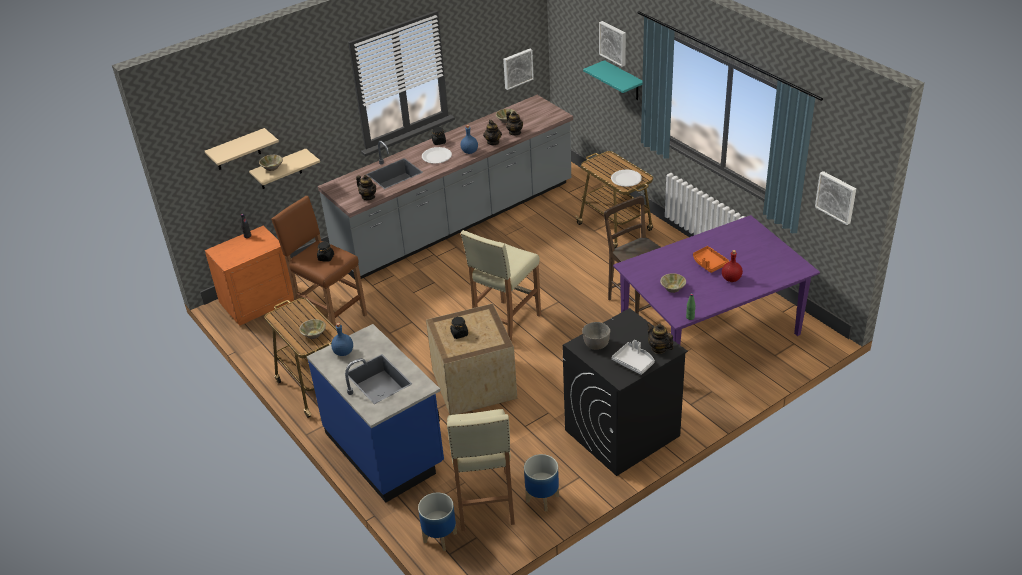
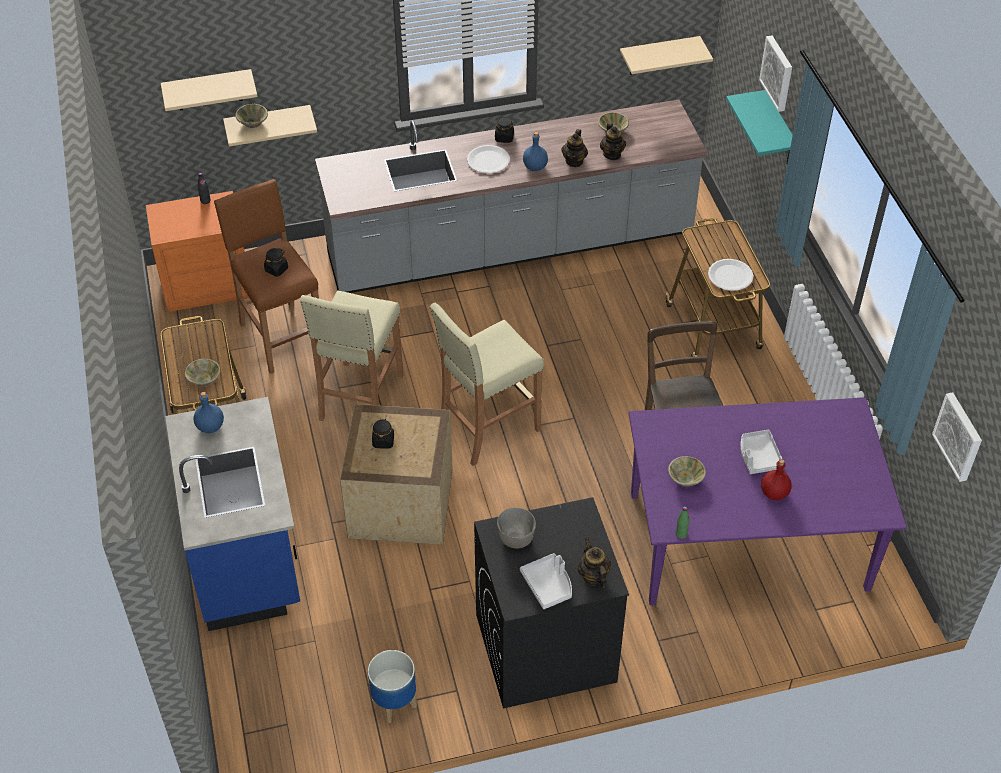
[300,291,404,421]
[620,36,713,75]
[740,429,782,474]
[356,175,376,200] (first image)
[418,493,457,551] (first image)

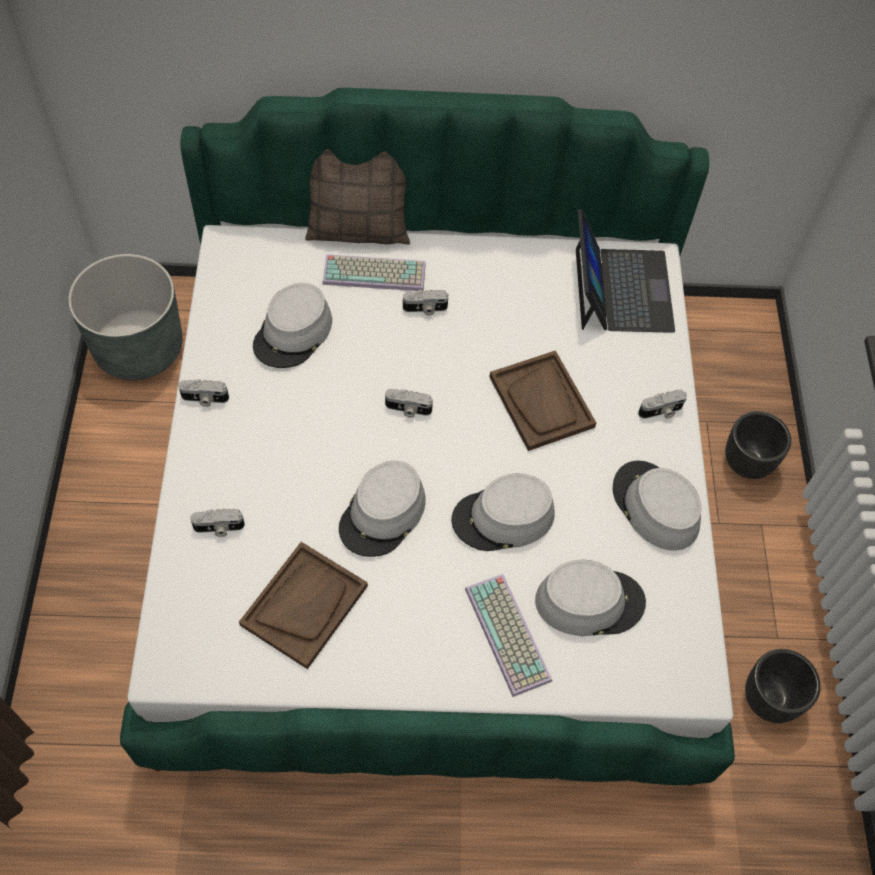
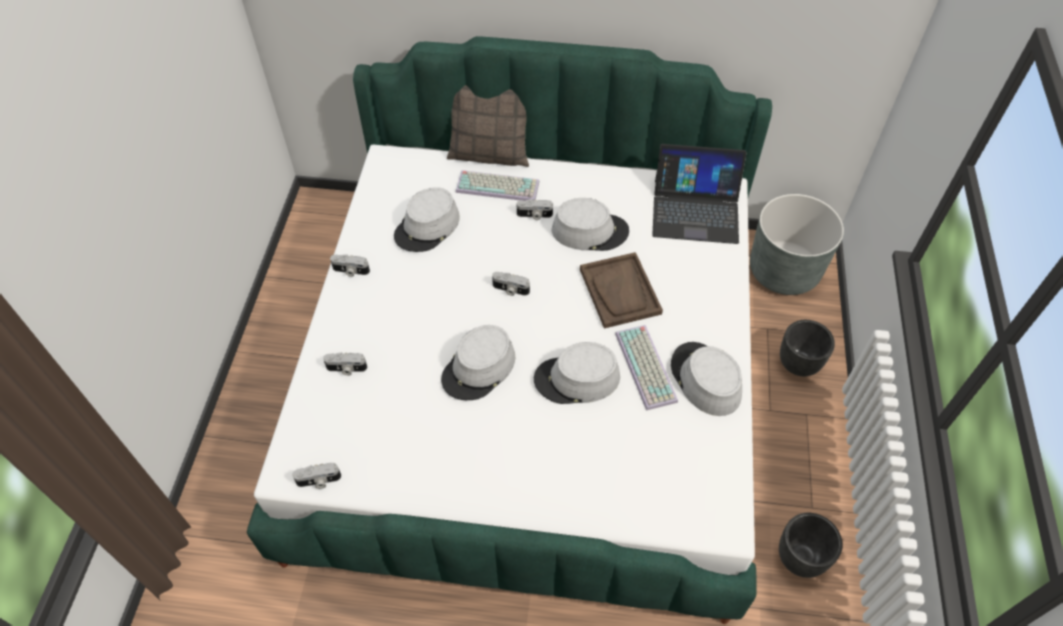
[292,463,341,489]
[552,198,629,251]
[615,325,678,411]
[652,144,746,244]
[750,194,844,295]
[239,542,368,669] (first image)

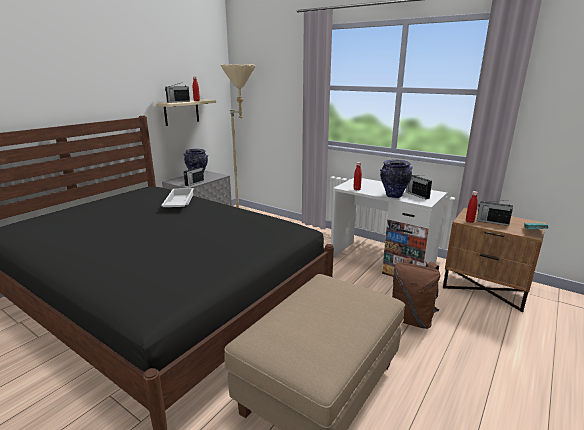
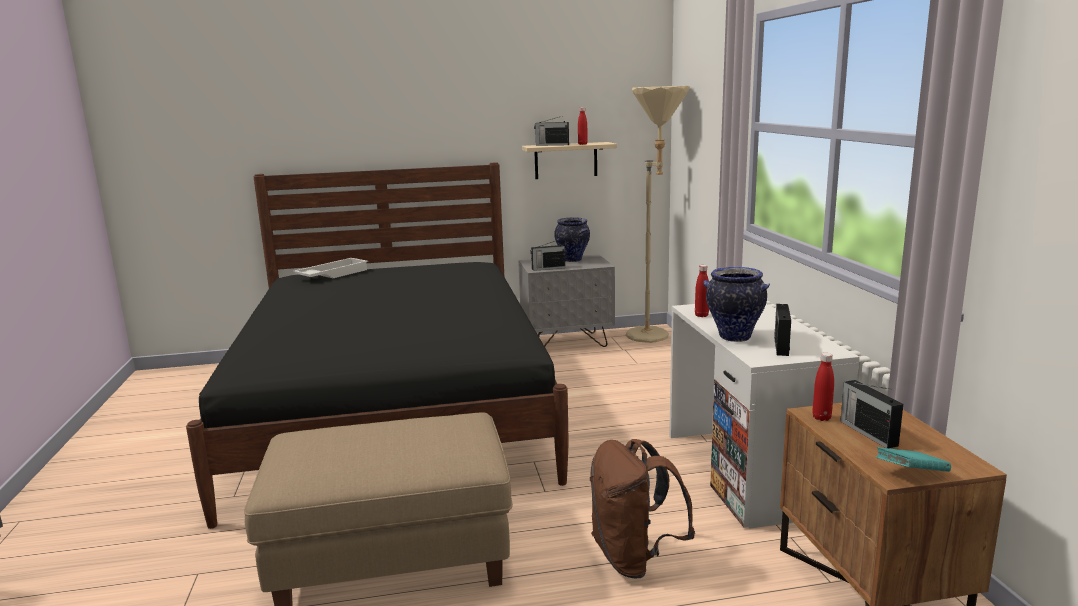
[293,258,368,278]

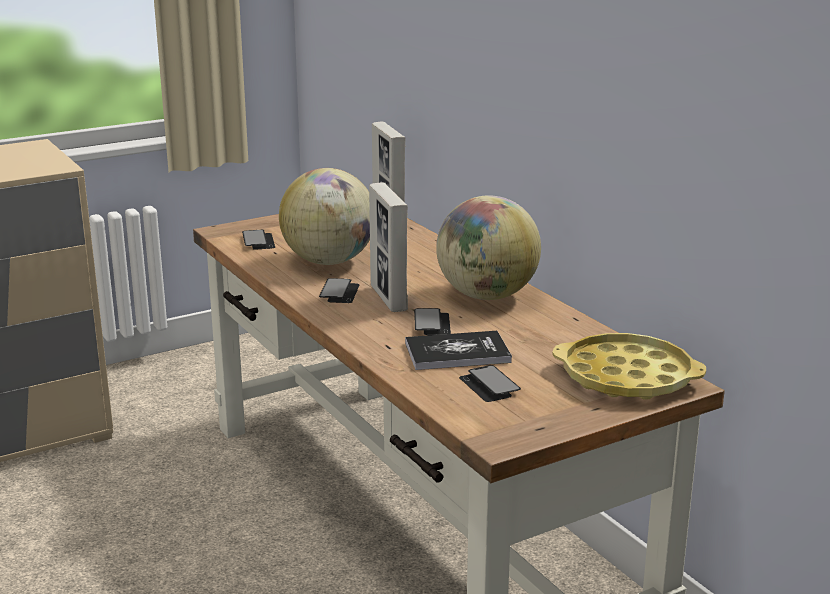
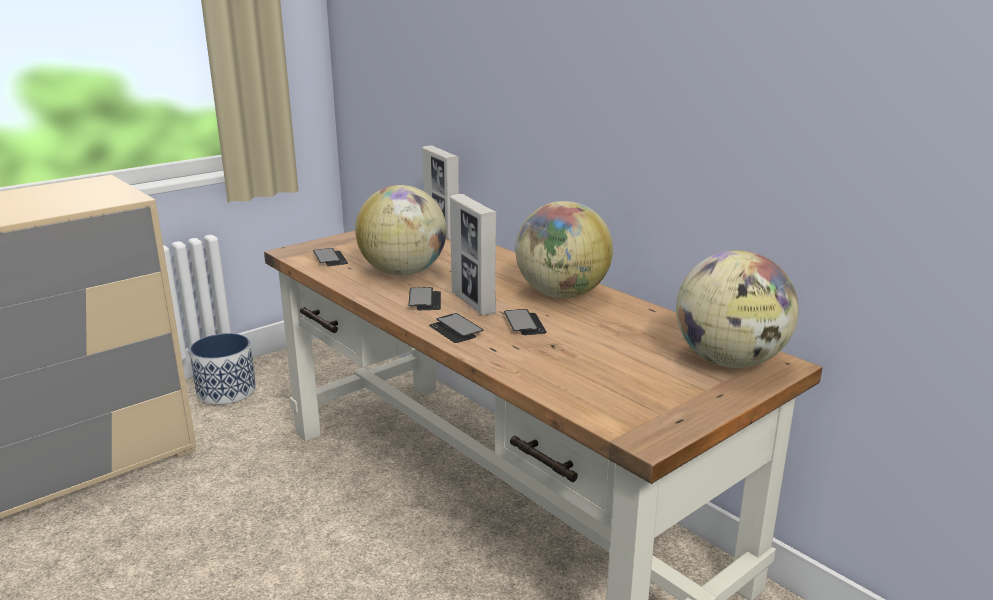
[189,333,256,405]
[429,313,483,343]
[676,250,799,368]
[405,331,512,370] (first image)

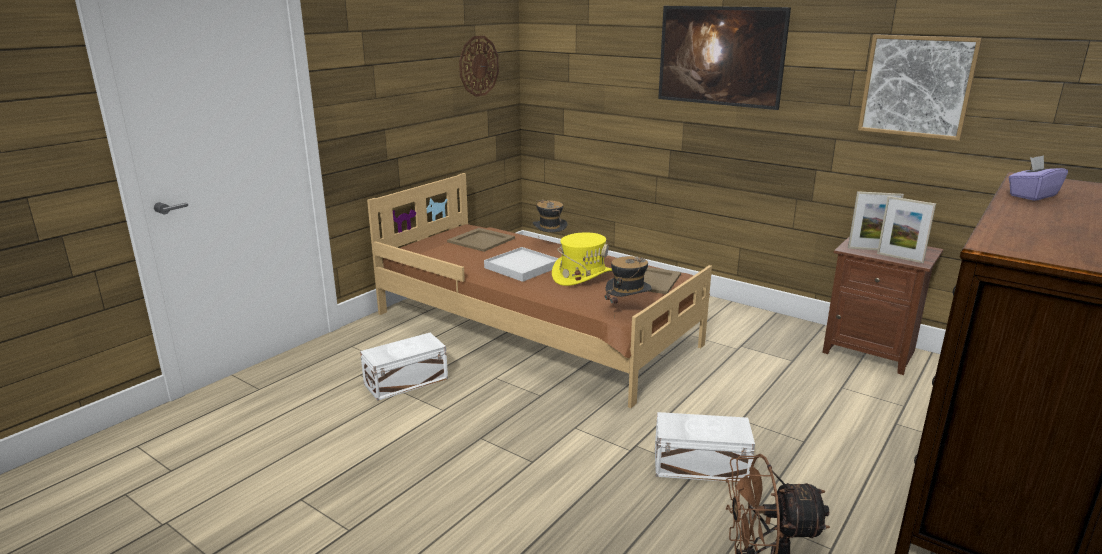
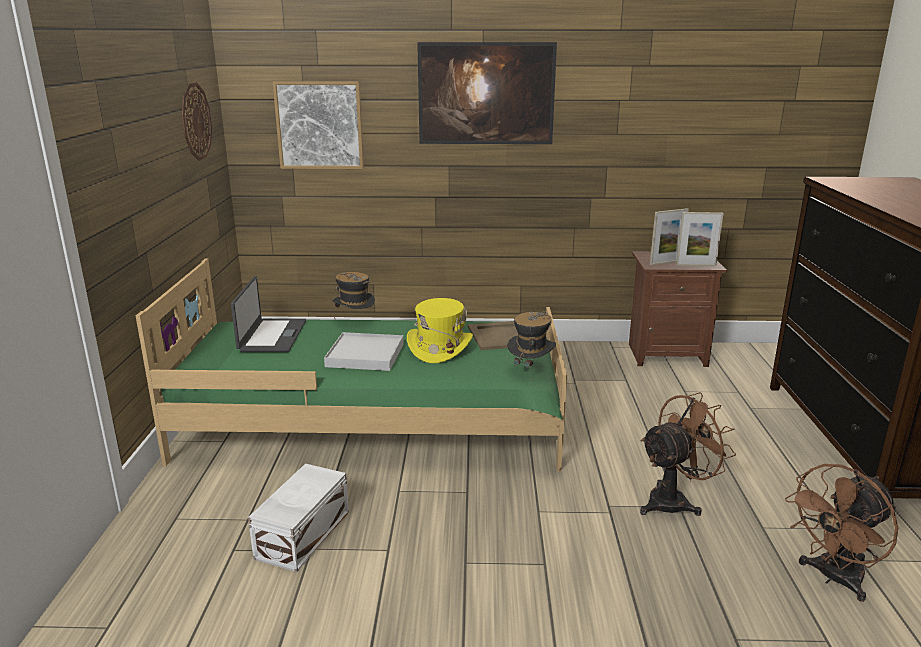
[136,259,567,472]
[231,276,306,352]
[273,81,364,169]
[640,392,736,516]
[1008,155,1068,201] (first image)

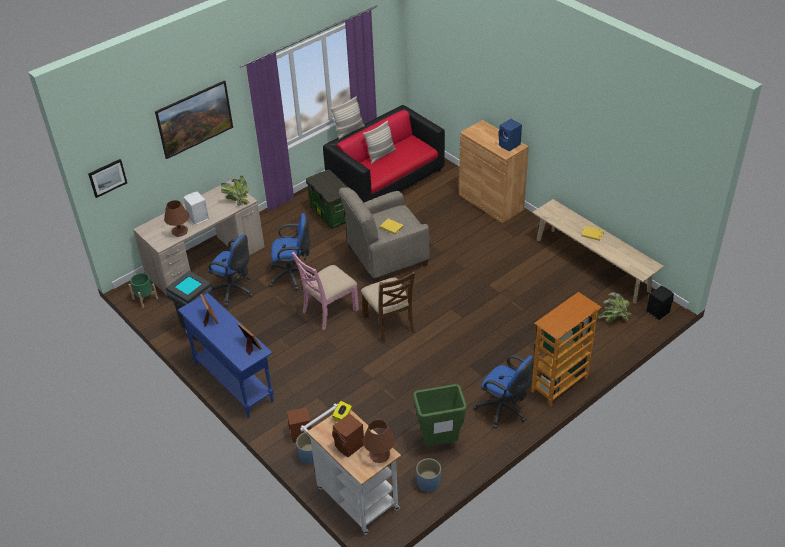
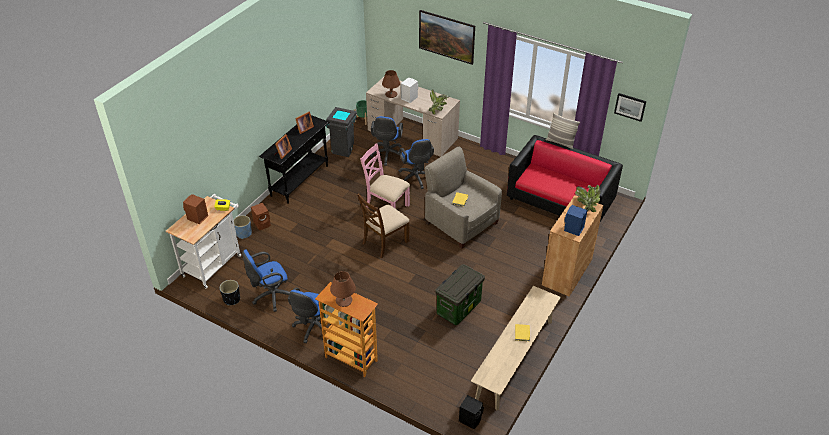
[220,280,240,305]
[242,250,290,312]
[259,115,329,204]
[330,271,356,307]
[435,264,485,325]
[575,185,600,212]
[614,93,646,122]
[363,120,396,164] (first image)

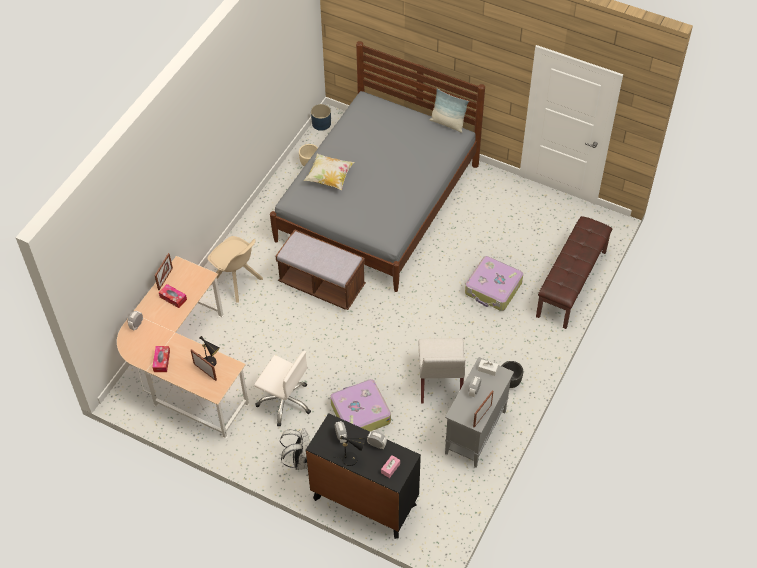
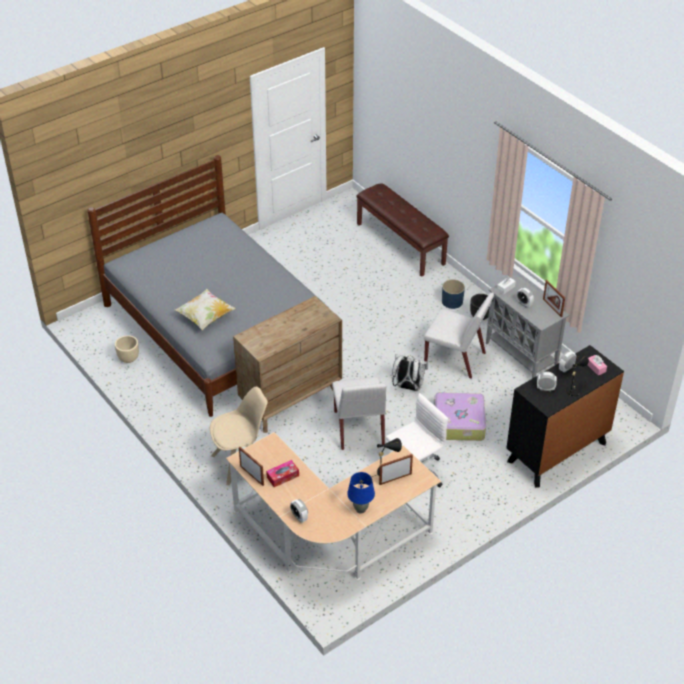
[233,296,342,433]
[332,377,386,450]
[347,472,375,514]
[392,354,428,391]
[442,279,465,309]
[430,88,469,133] (first image)
[465,256,523,311] (first image)

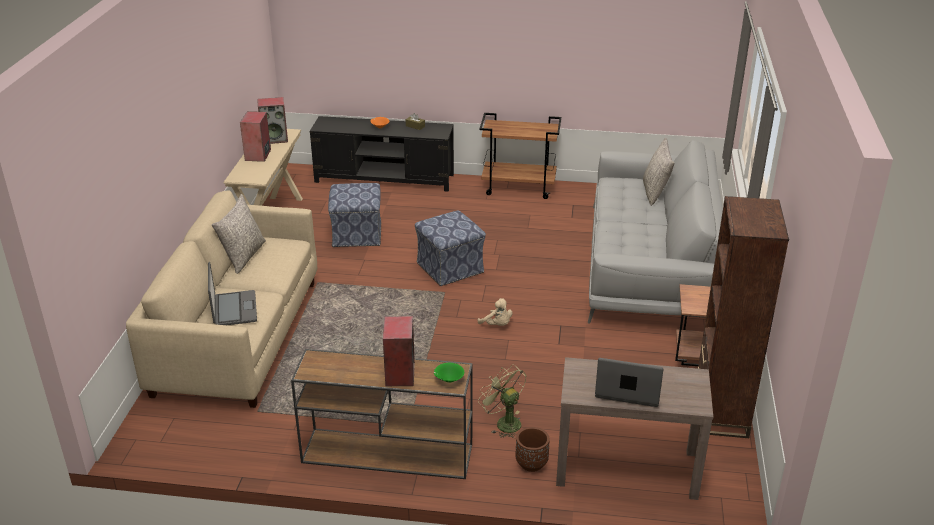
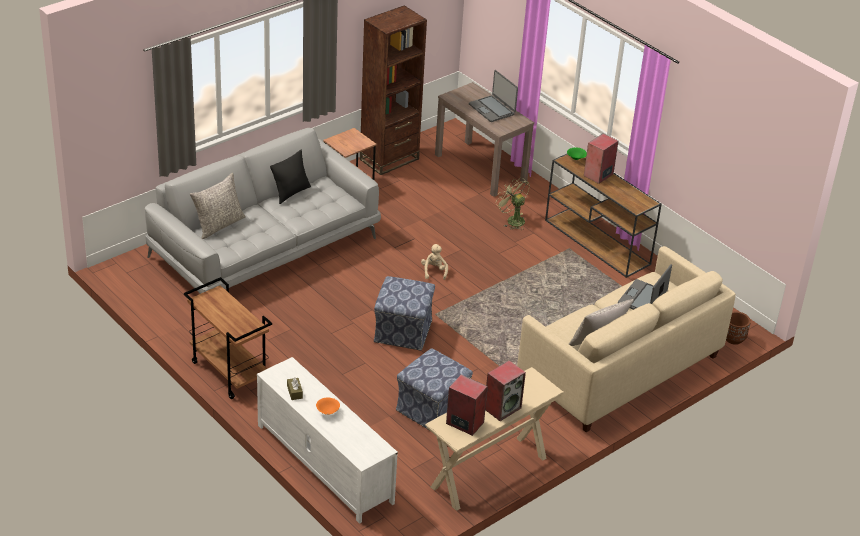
[257,357,398,524]
[270,149,311,204]
[495,177,530,230]
[726,311,751,345]

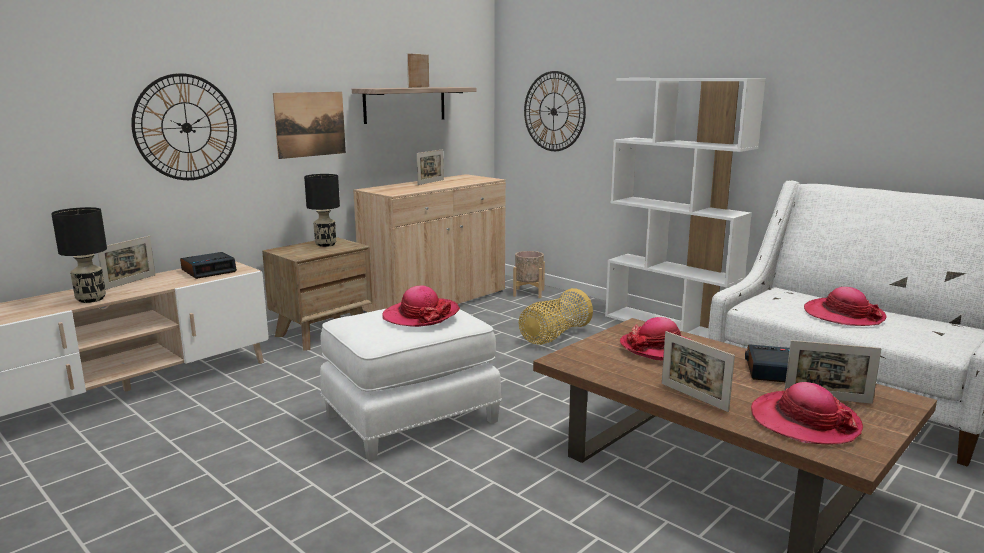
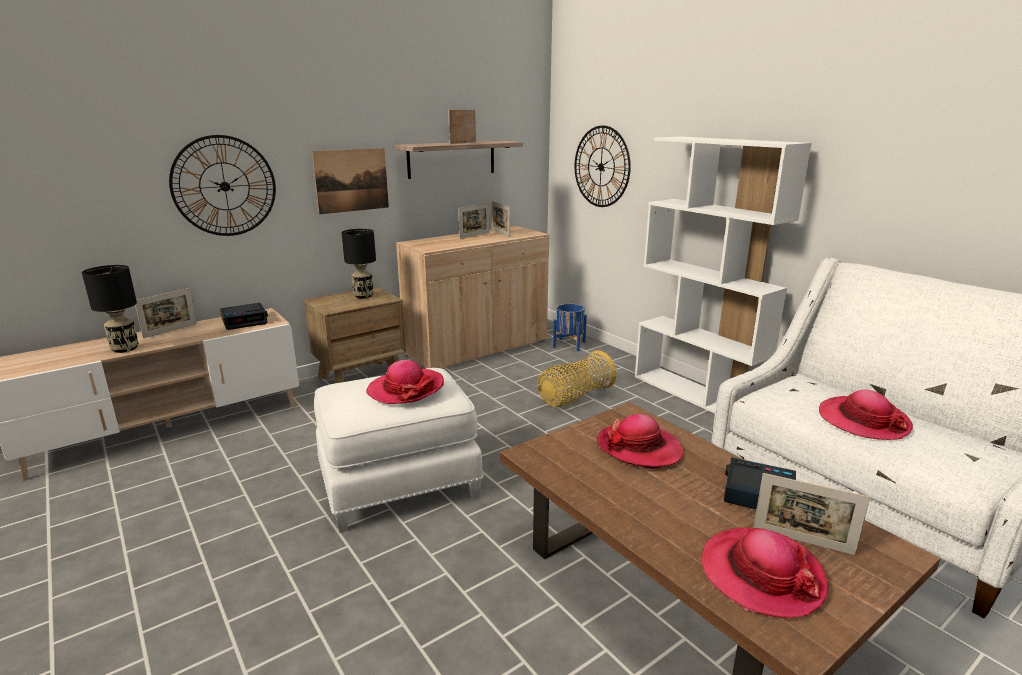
[491,201,510,237]
[553,304,587,351]

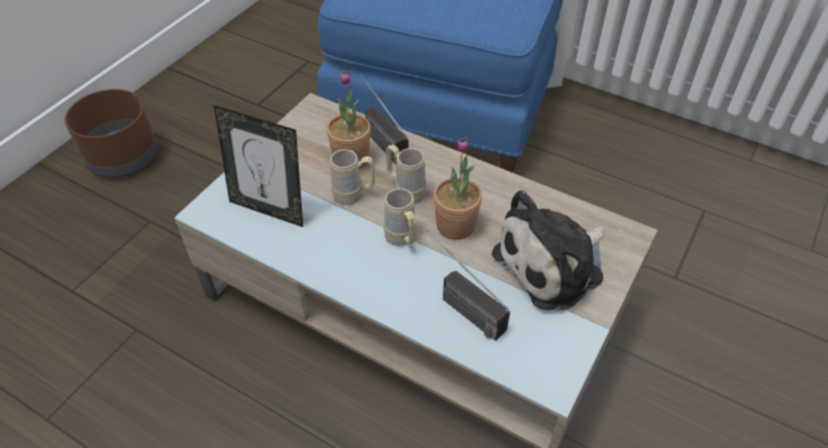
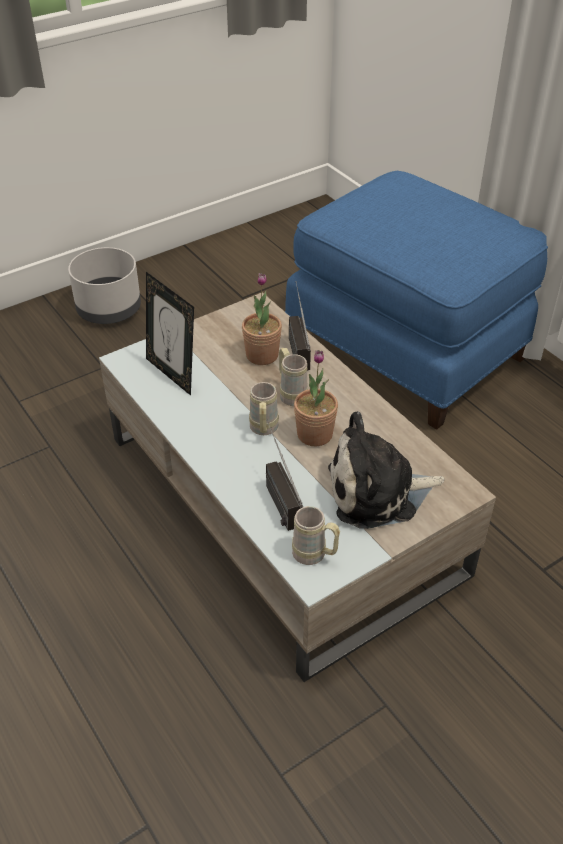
[68,247,141,324]
[292,506,340,565]

